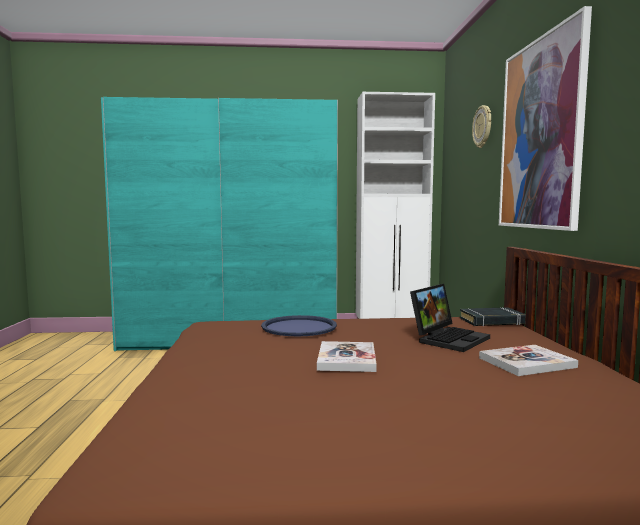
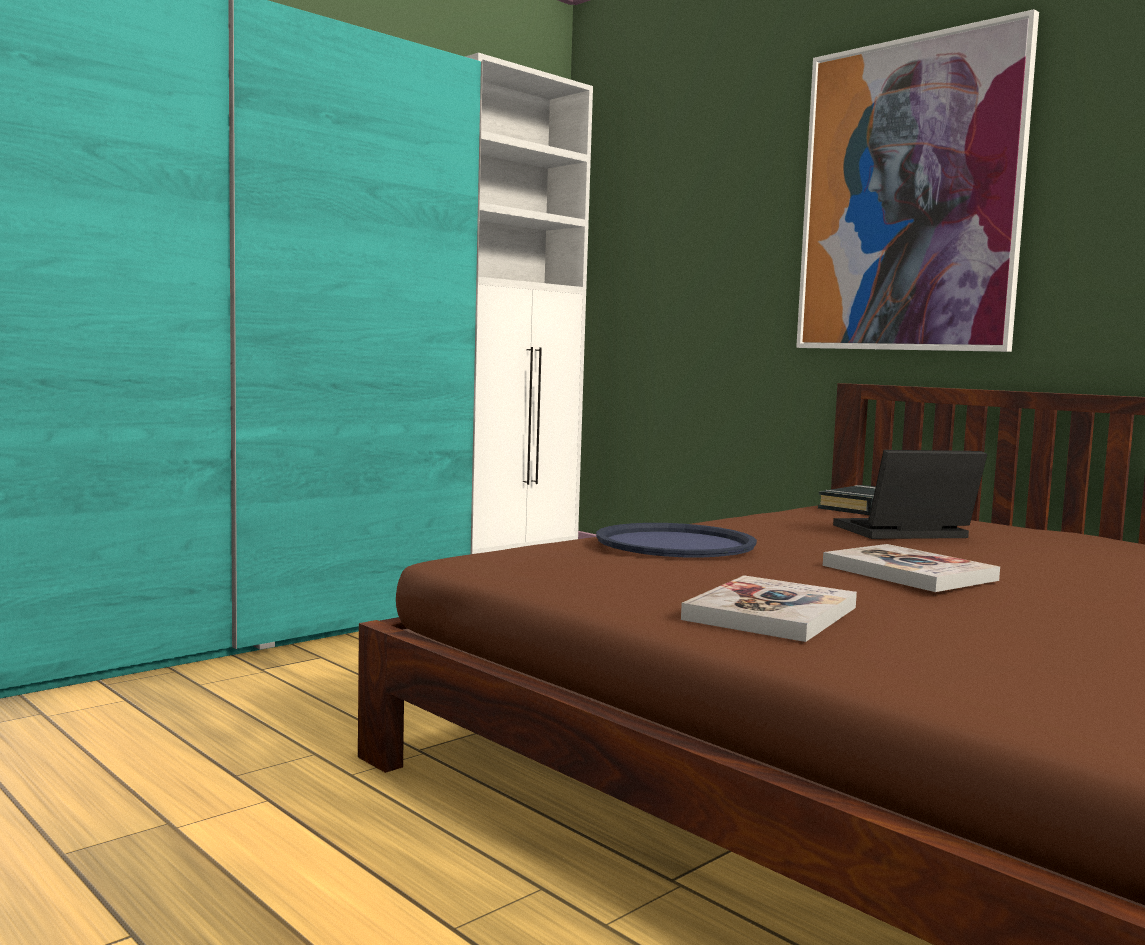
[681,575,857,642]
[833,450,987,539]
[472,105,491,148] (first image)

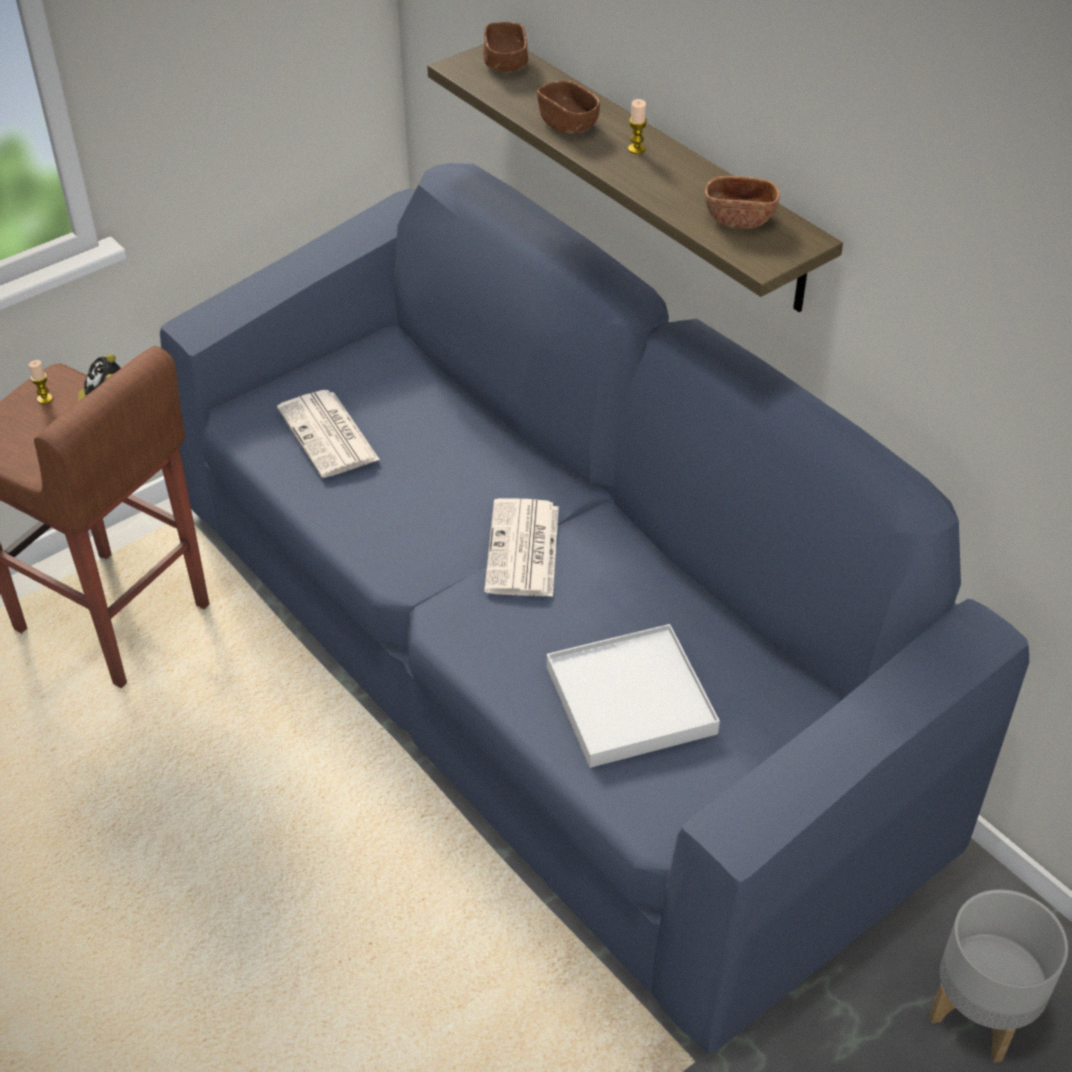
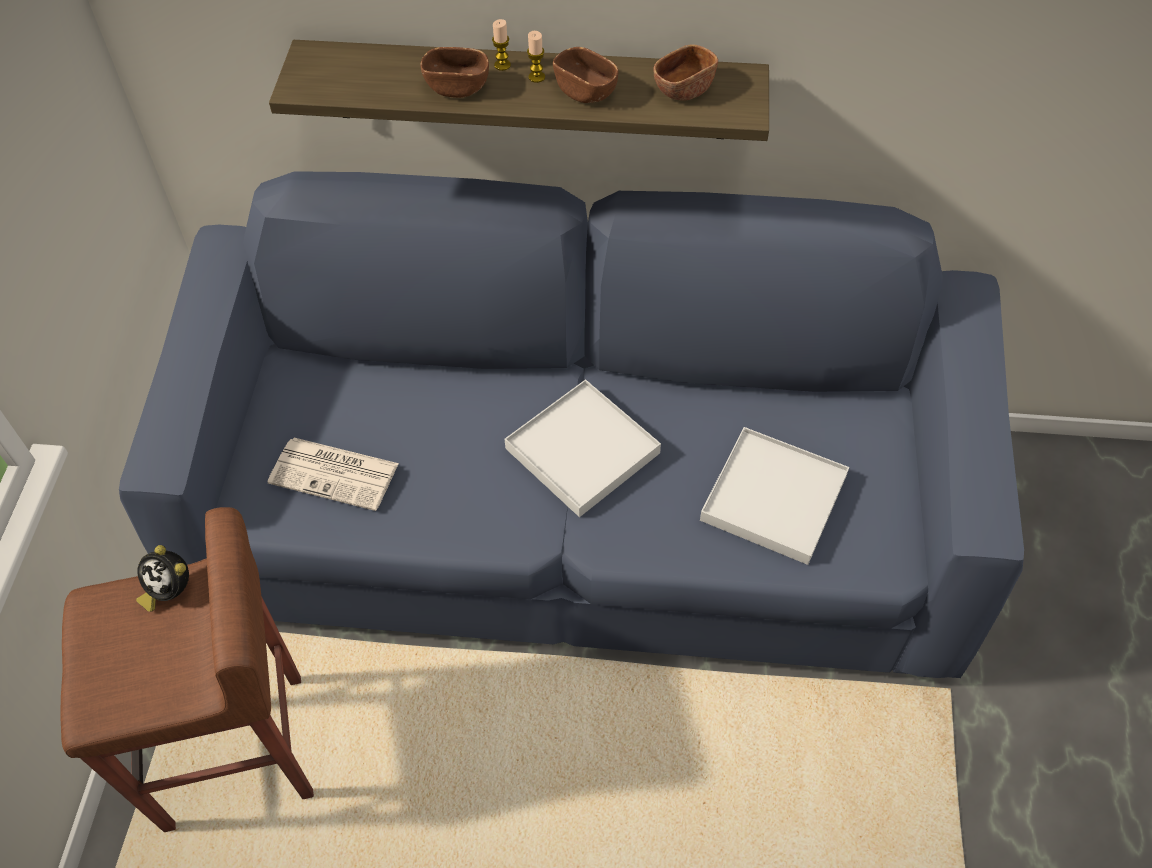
[492,19,511,71]
[504,379,661,517]
[553,47,618,103]
[929,889,1068,1062] (first image)

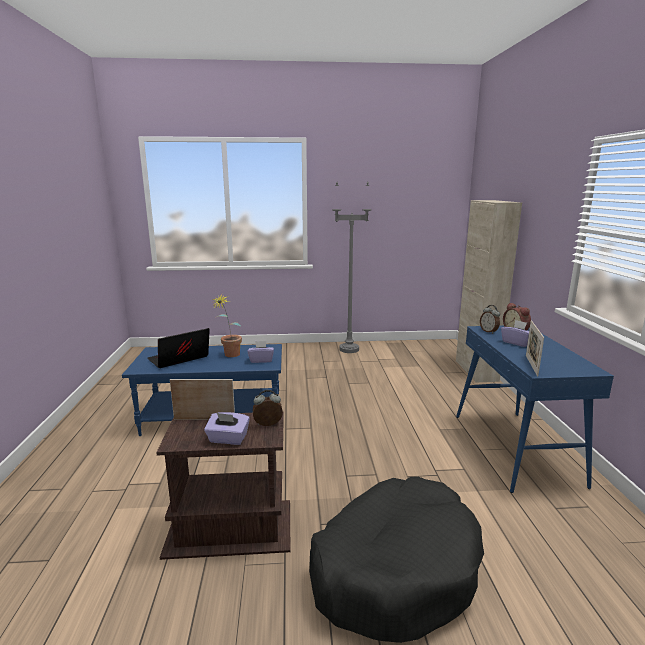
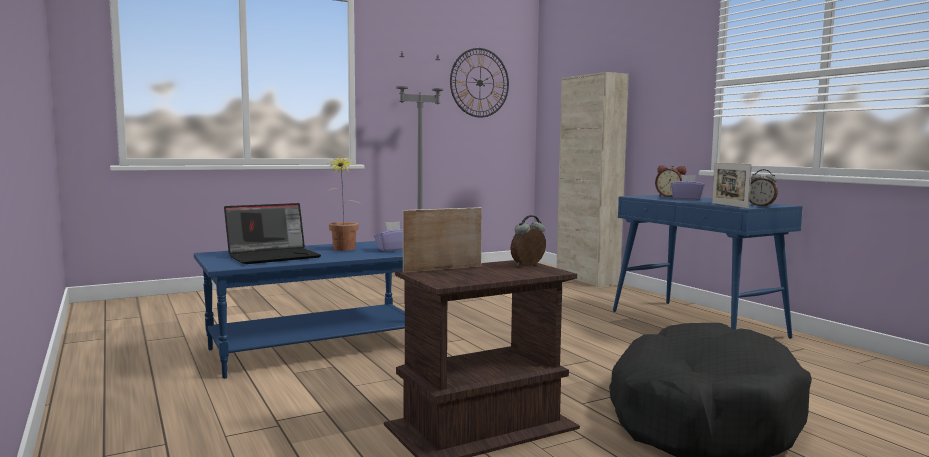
[224,203,321,264]
[450,48,509,118]
[749,169,778,207]
[204,412,250,445] (first image)

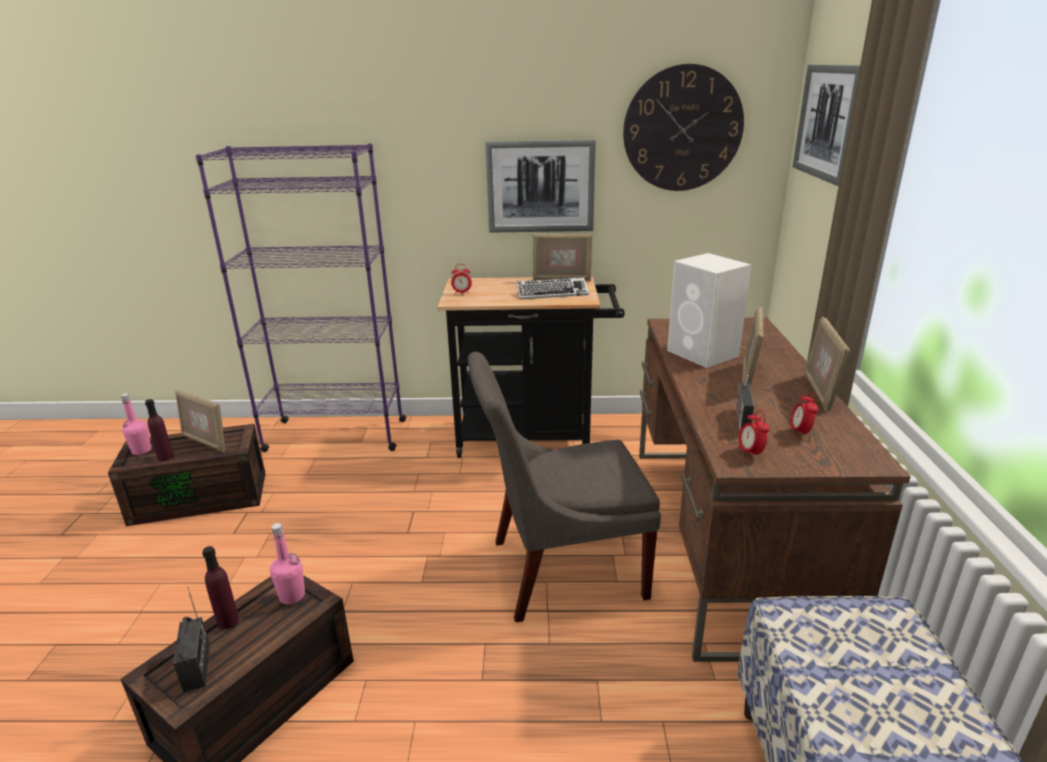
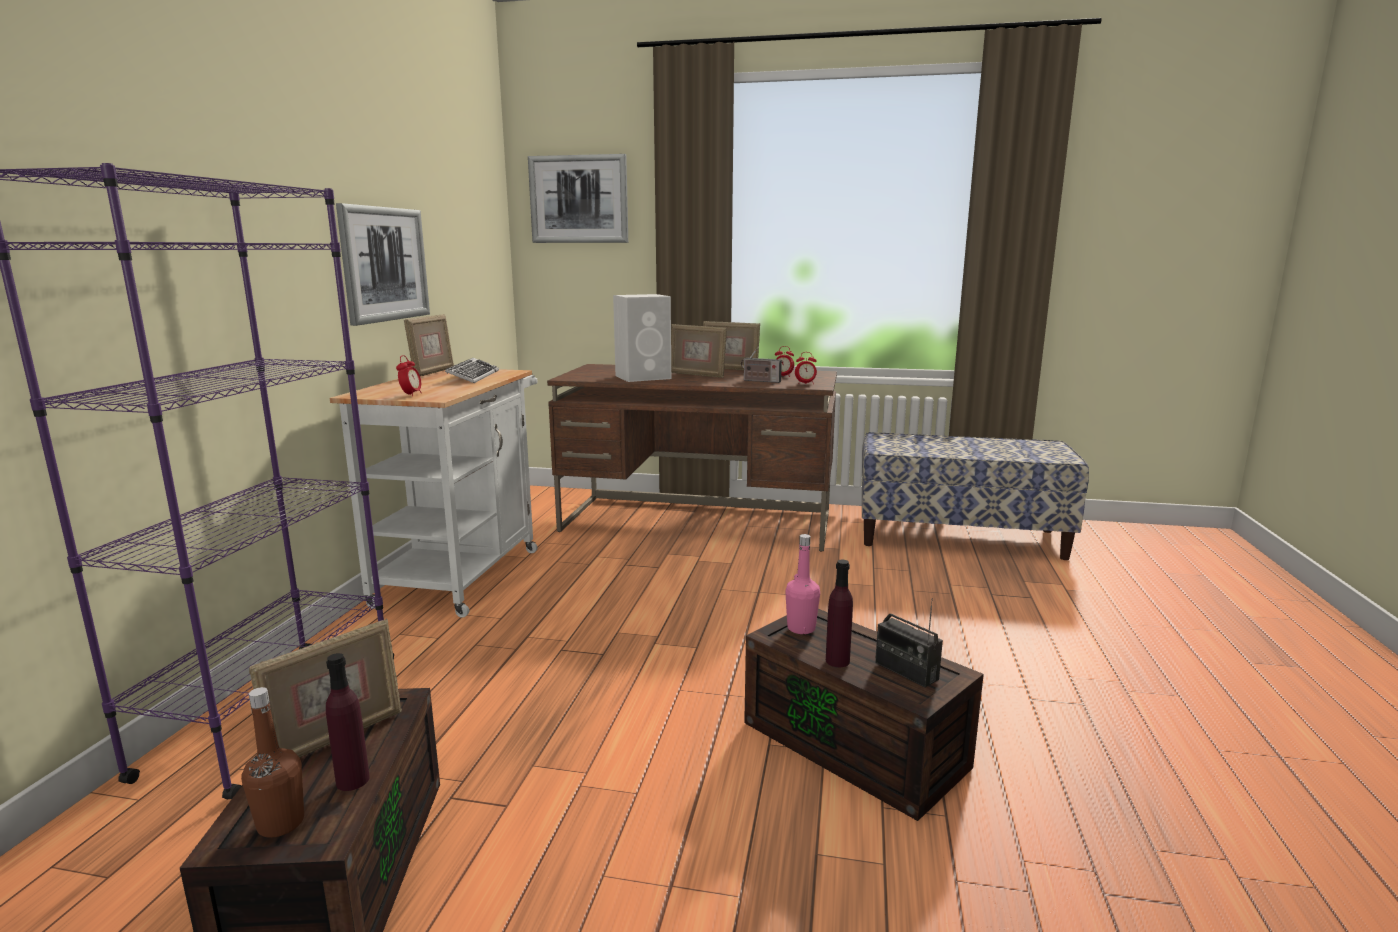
[241,687,304,838]
[330,369,538,618]
[875,599,943,687]
[468,352,661,622] (first image)
[623,64,744,191] (first image)

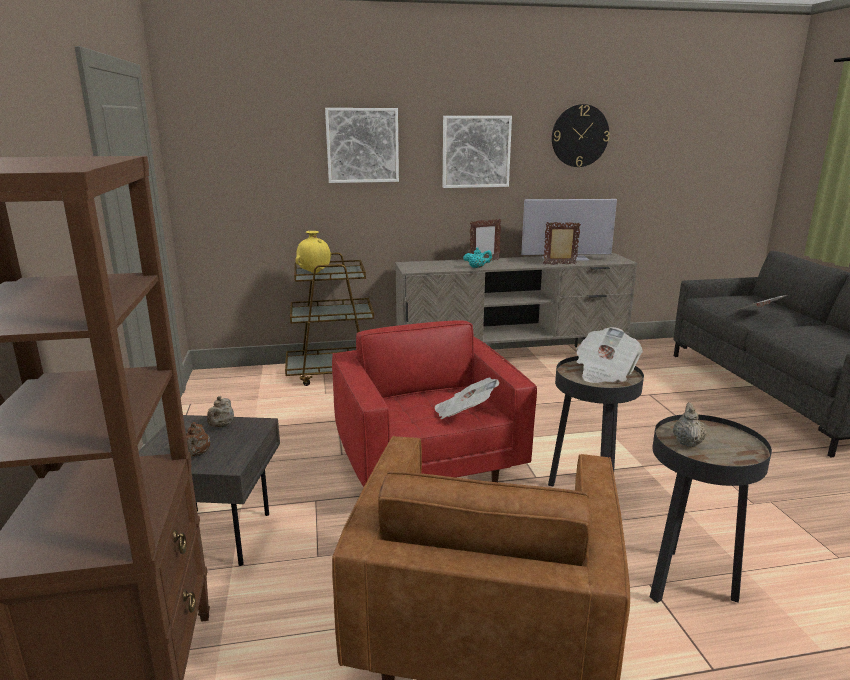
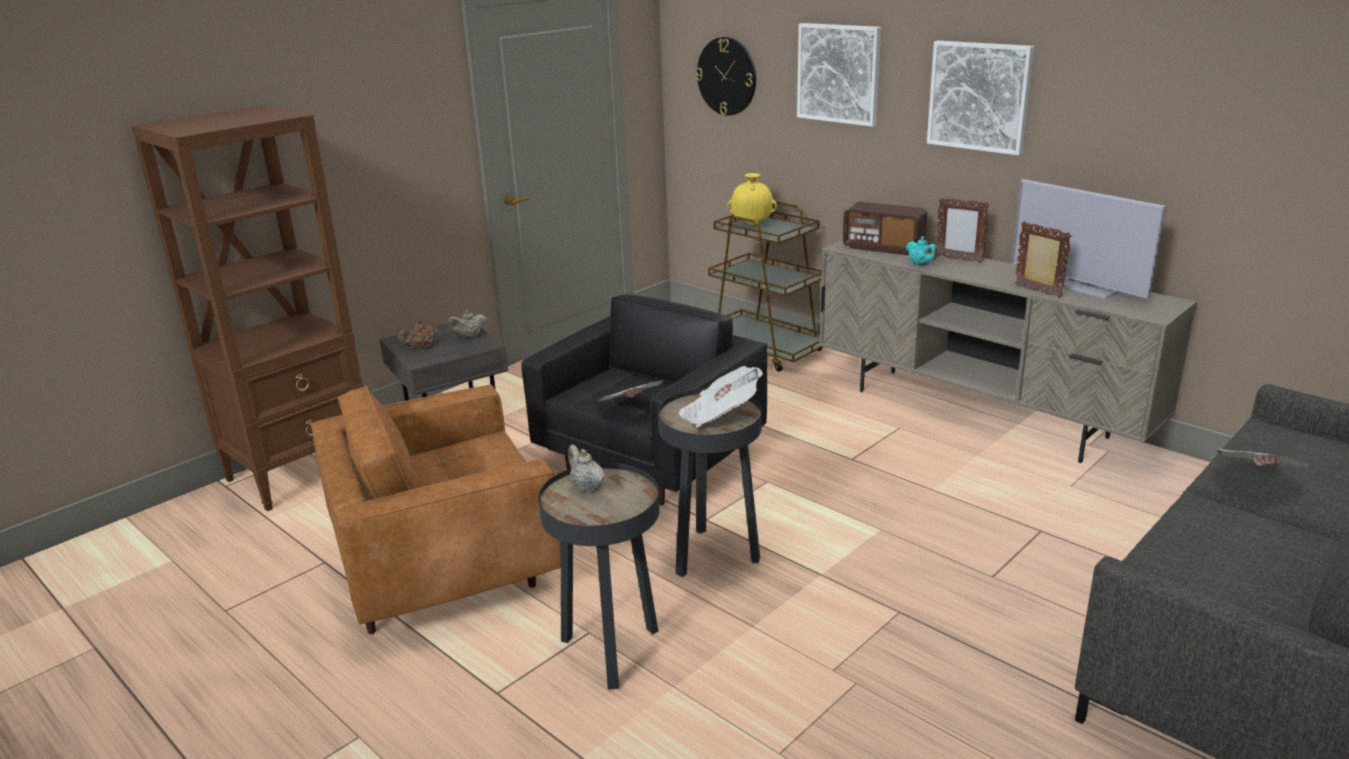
[521,294,767,506]
[568,445,606,492]
[696,37,756,116]
[843,202,927,256]

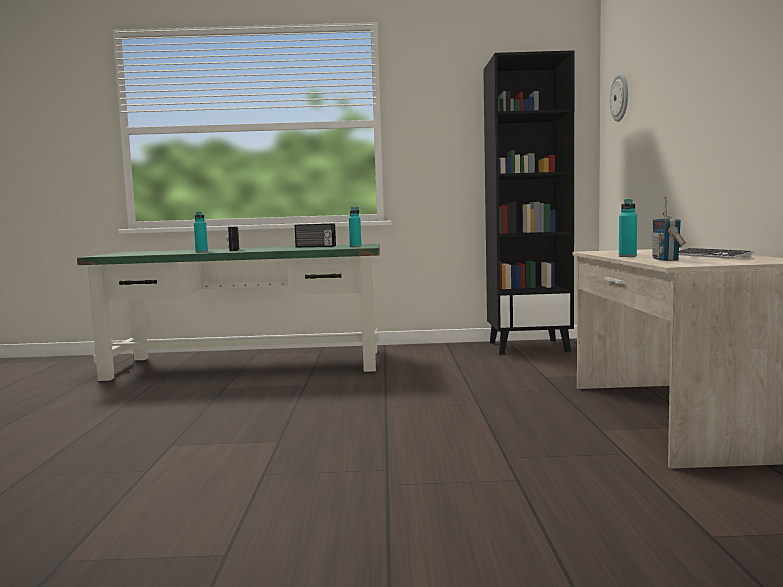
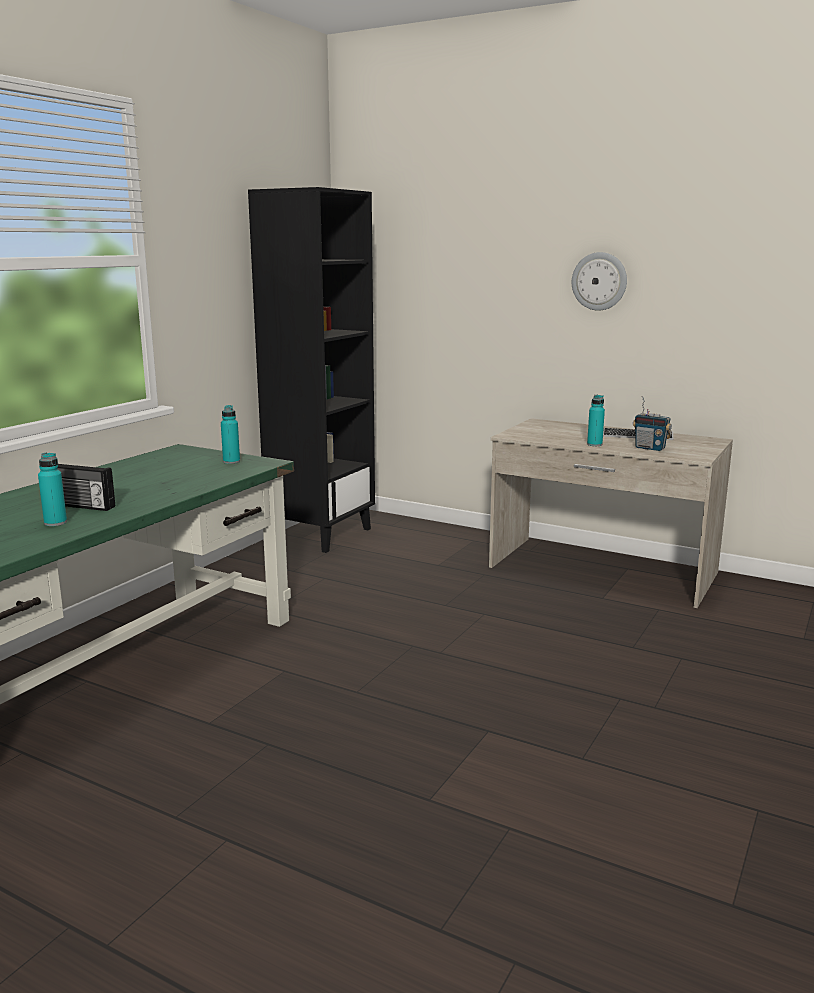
[572,252,627,311]
[295,224,336,247] (first image)

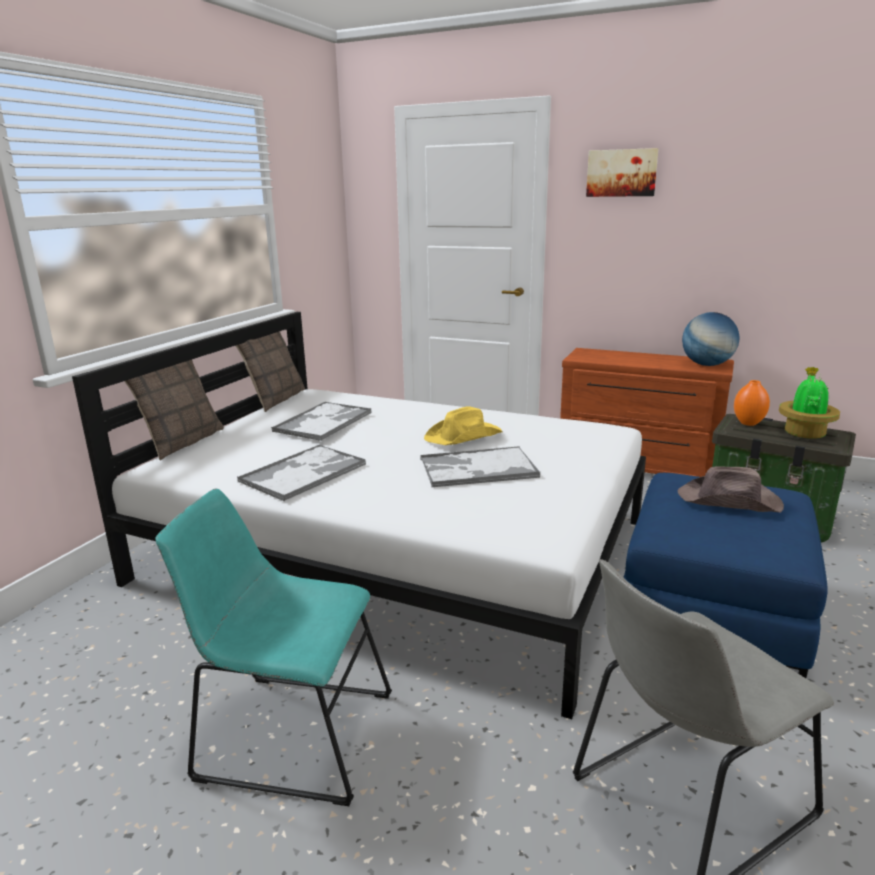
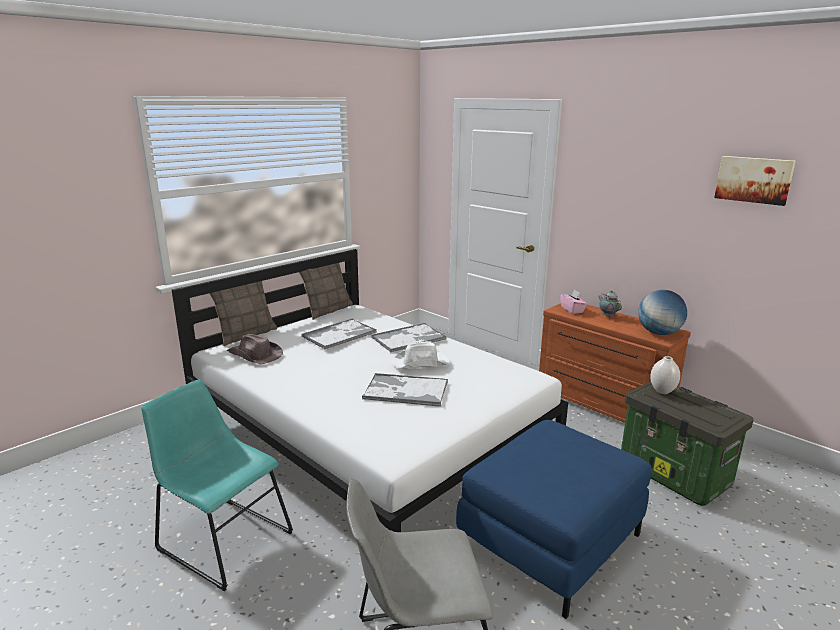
[227,334,283,365]
[371,323,447,352]
[391,341,450,369]
[560,289,587,314]
[598,290,622,317]
[650,356,680,394]
[714,156,796,206]
[779,367,840,439] (first image)

